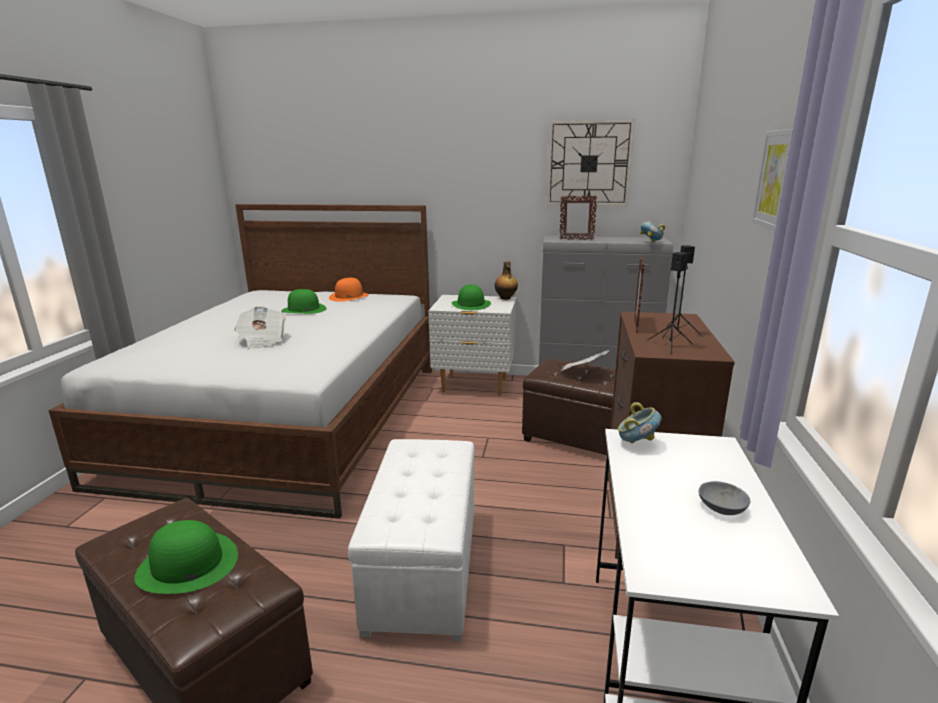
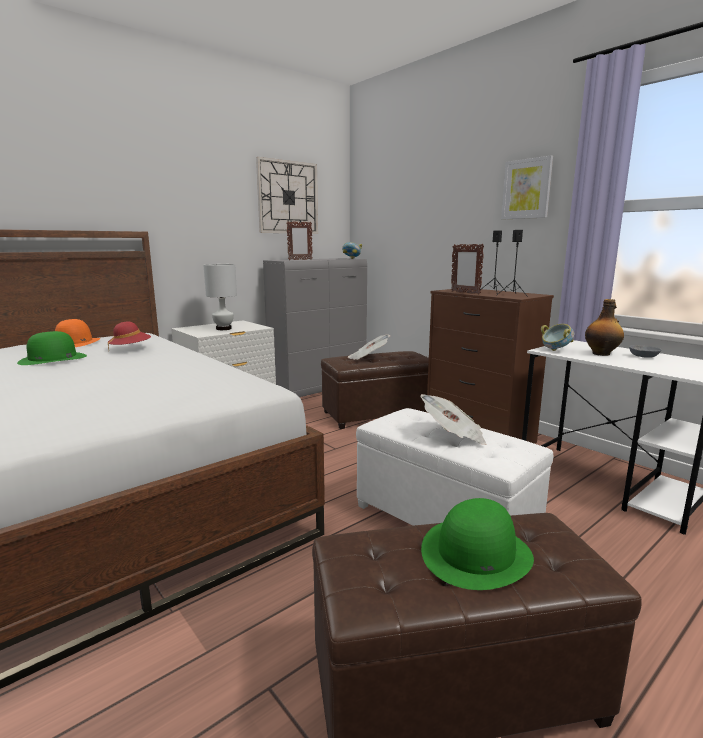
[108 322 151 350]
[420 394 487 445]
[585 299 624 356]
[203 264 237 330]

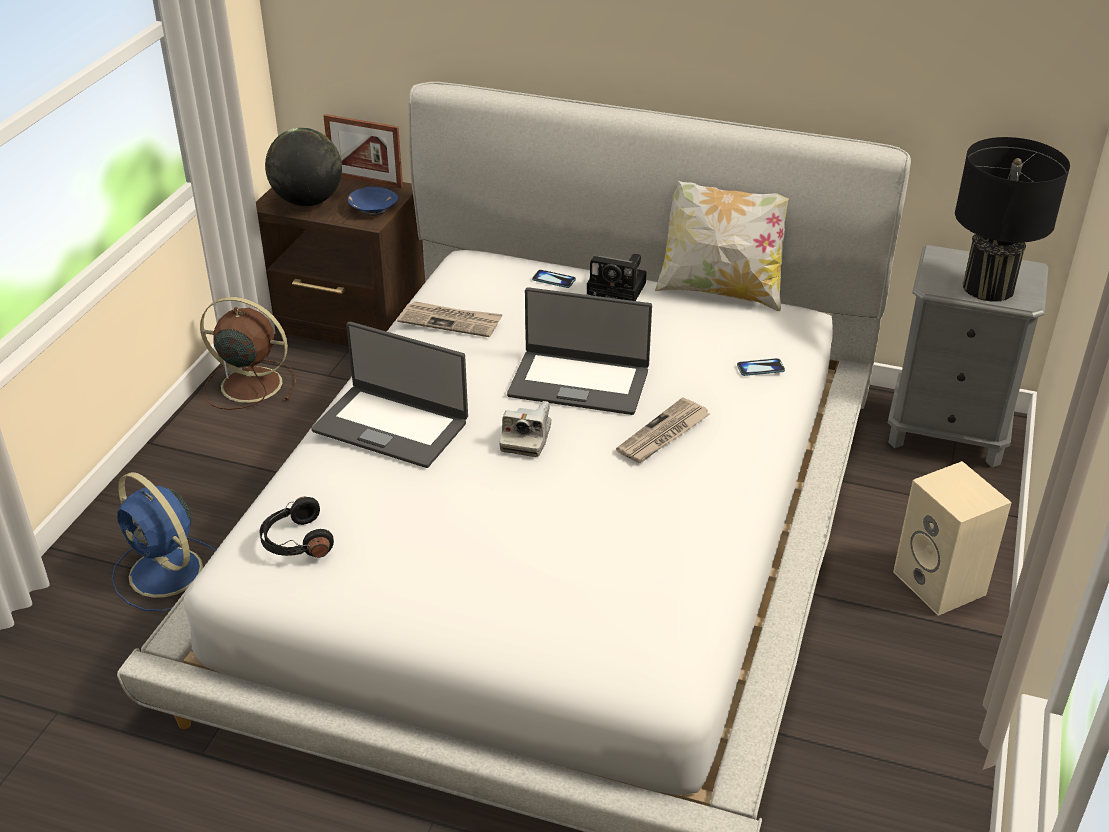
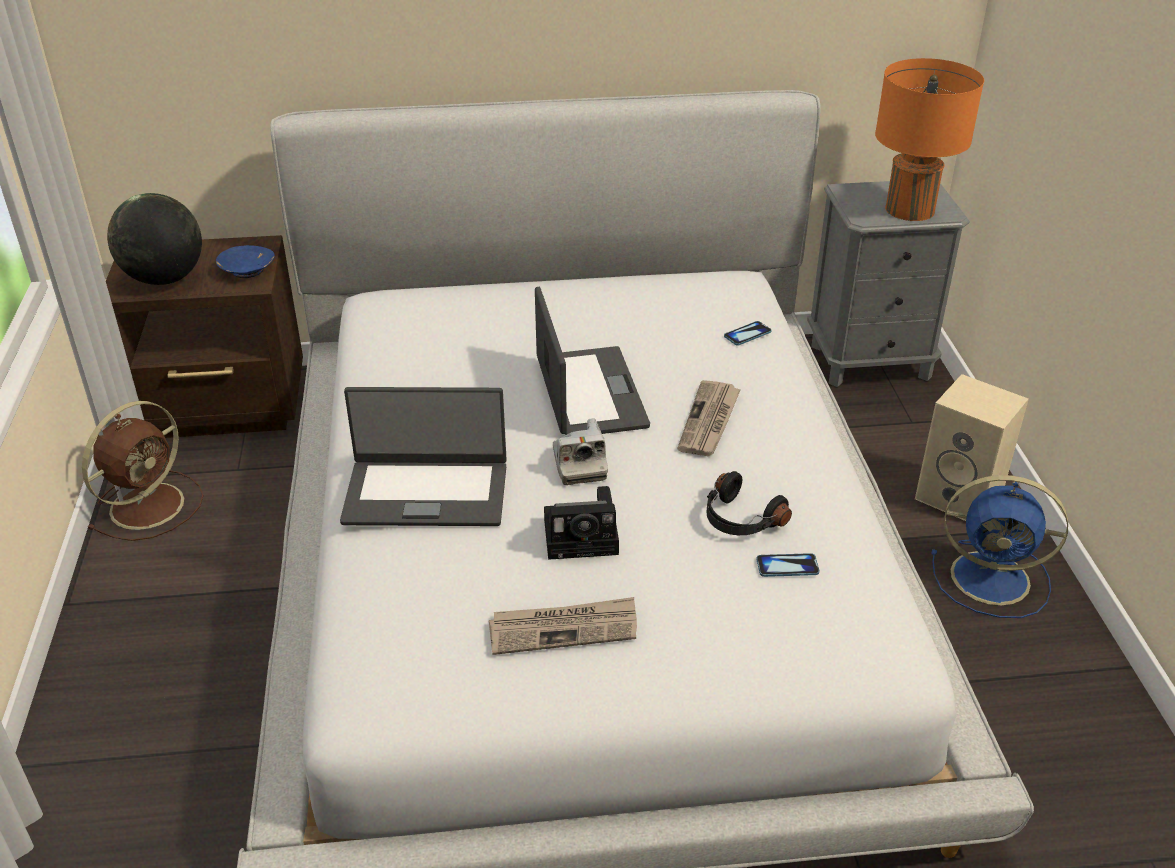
[323 114 403 189] (first image)
[655 181 789 311] (first image)
[932 475 1068 618]
[706 471 792 535]
[489 597 637 655]
[756 553 819 577]
[544 486 619 560]
[875 58 984 221]
[82 401 204 541]
[535 286 650 435]

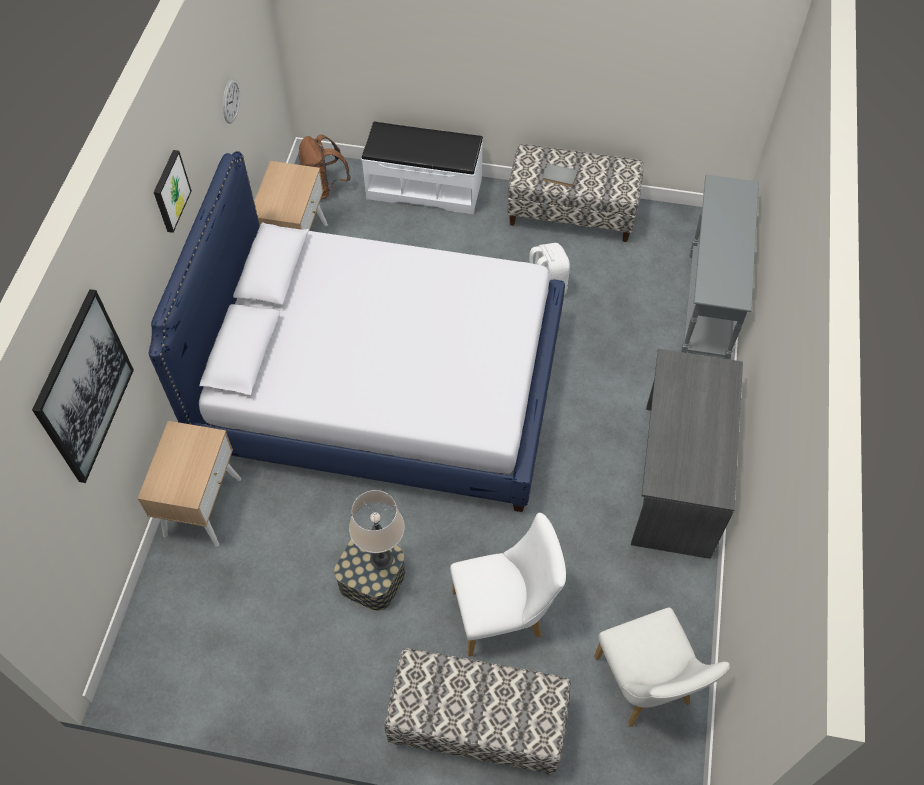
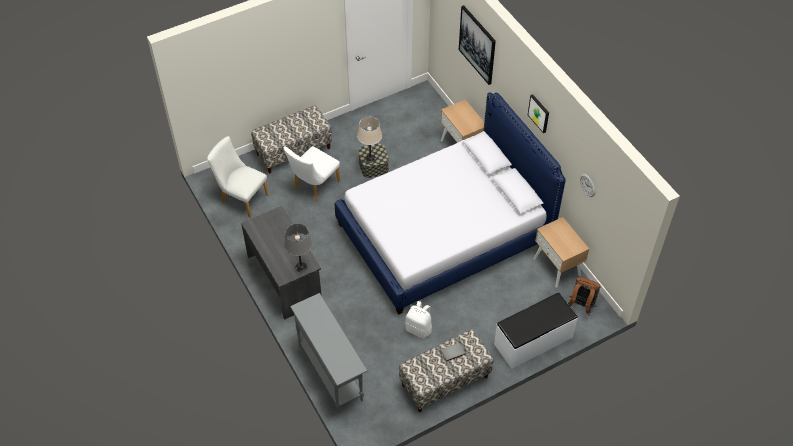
[284 224 312 272]

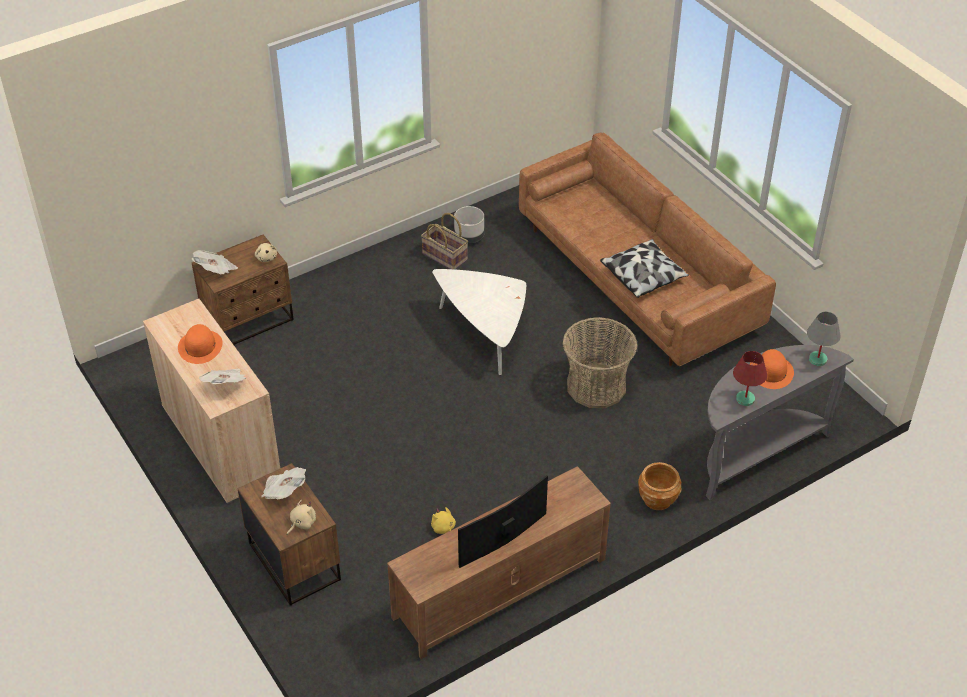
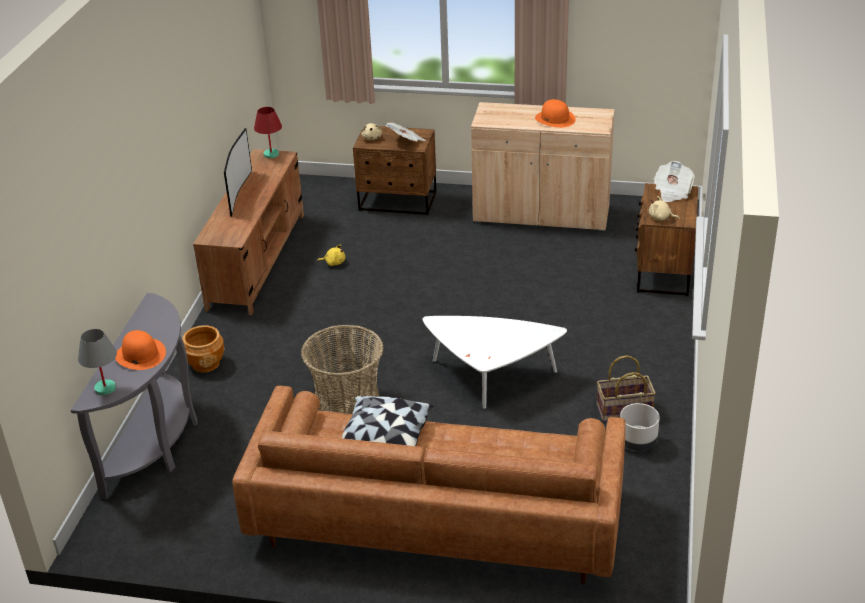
[199 368 246 384] (first image)
[254 107 282 158]

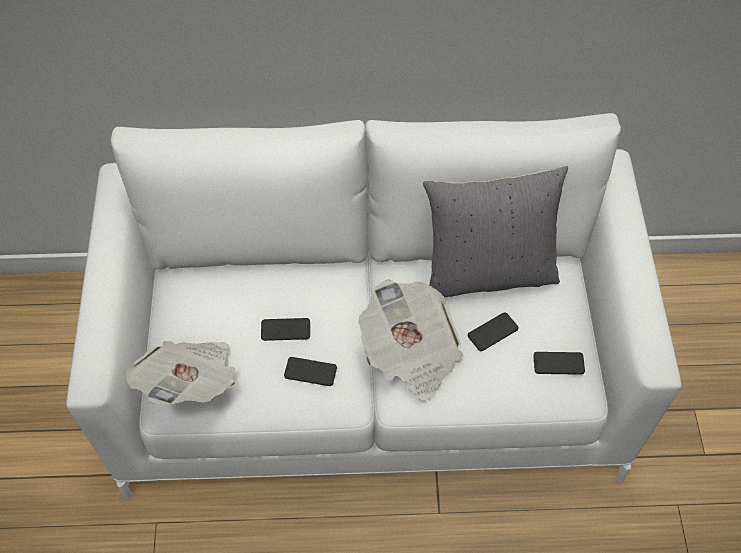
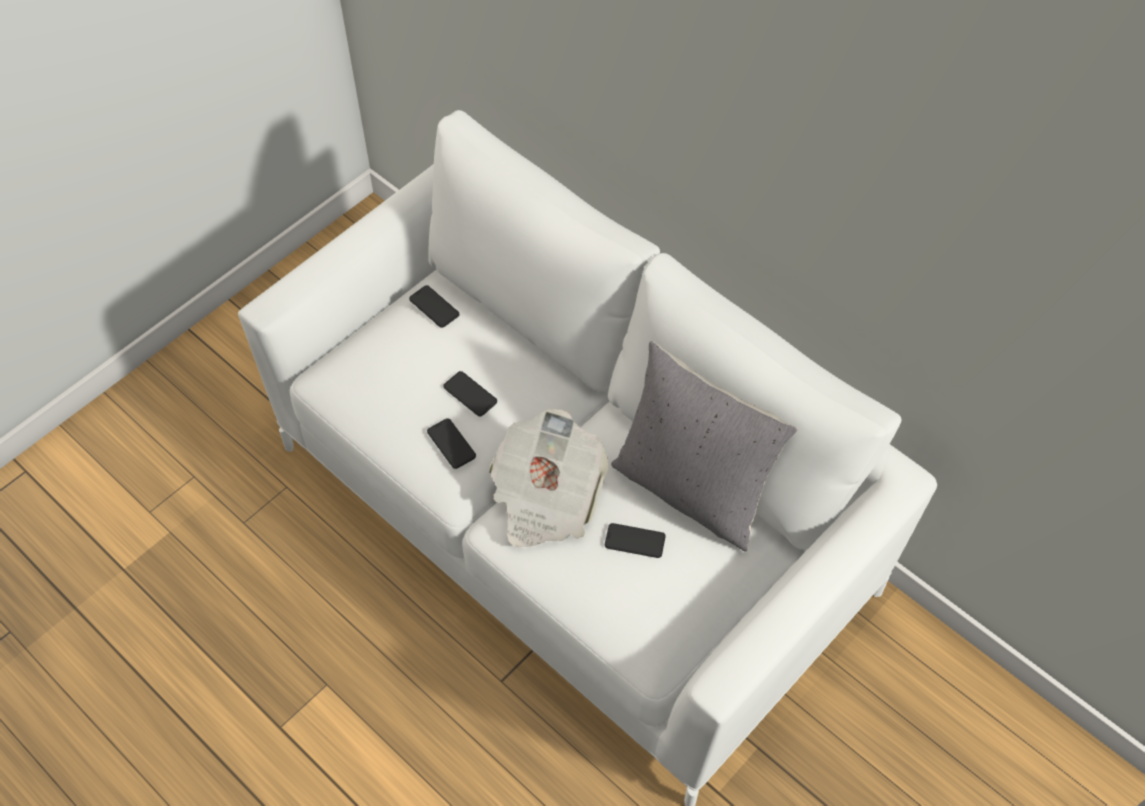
[126 341 235 405] (first image)
[409 285 459 328]

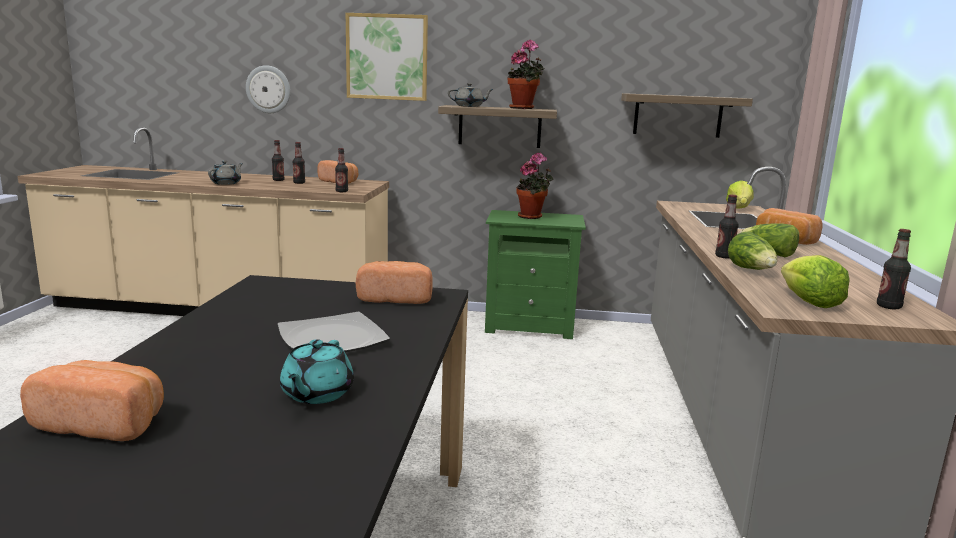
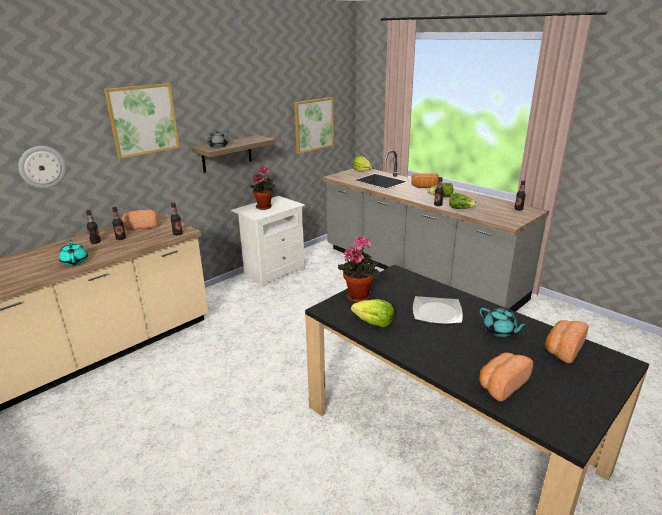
[545 320 589 363]
[338 236 380 302]
[351 299 394 327]
[294 97 334 154]
[59 240 88 266]
[231 196 305 287]

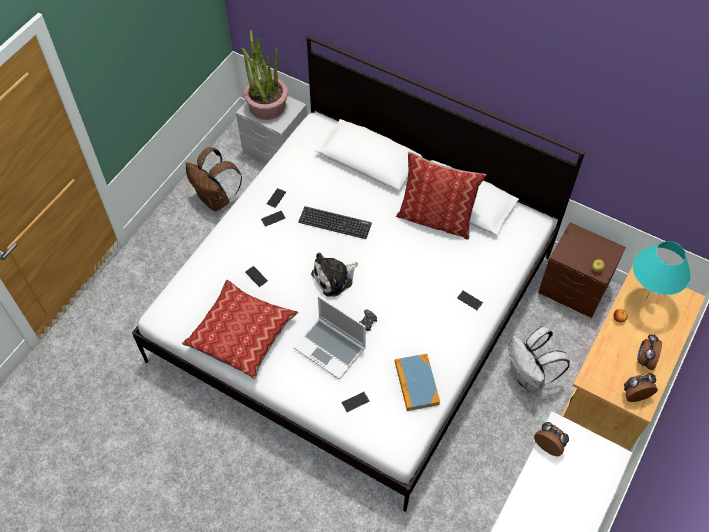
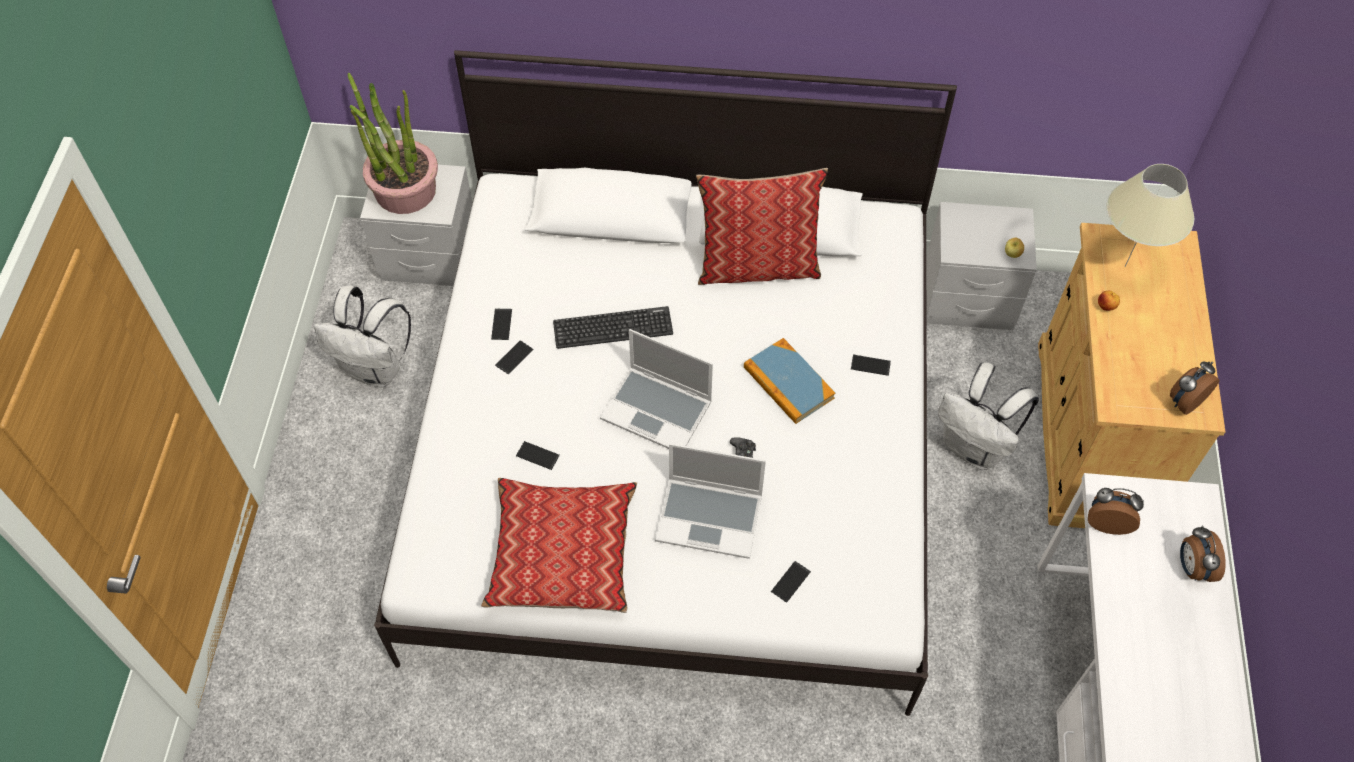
[744 338 835 424]
[1180 526 1226 582]
[600 329 713 449]
[314 286 411 388]
[926 202 1037 330]
[1106 164 1194 267]

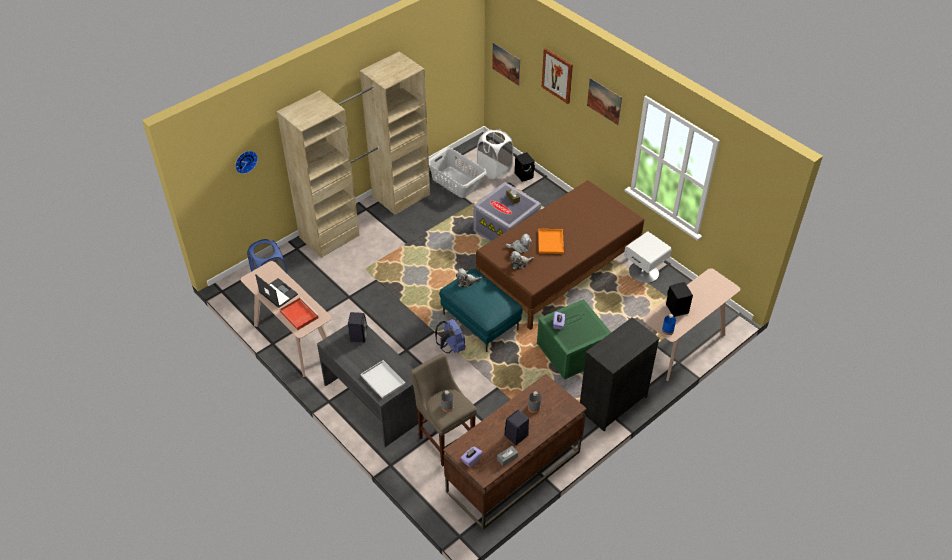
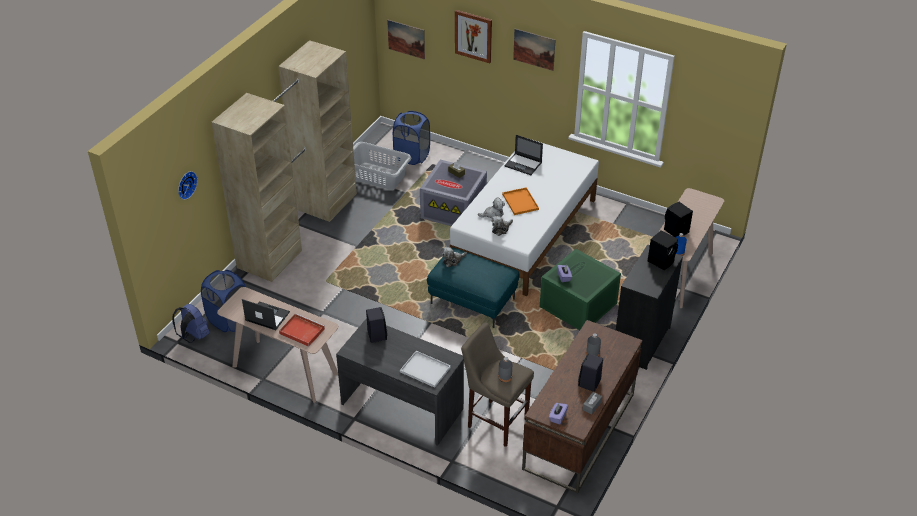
[624 231 672 283] (first image)
[504 135 543 175]
[172 304 209 343]
[648 230 678 270]
[450 139 599 296]
[393 111 430 165]

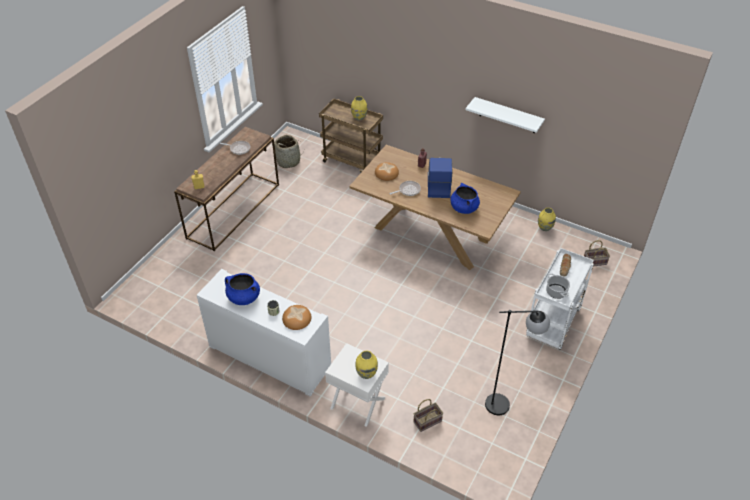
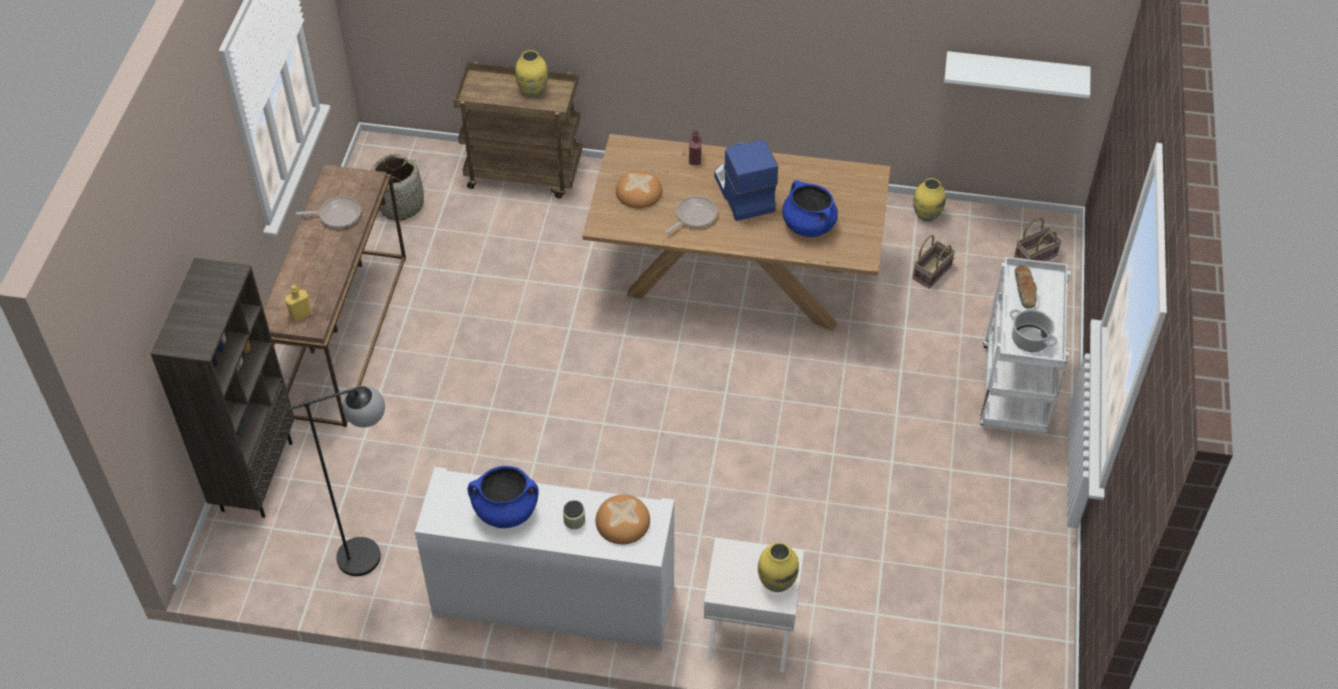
[151 258 295 518]
[912 235 955 289]
[944 51 1091 98]
[288 386 385 576]

